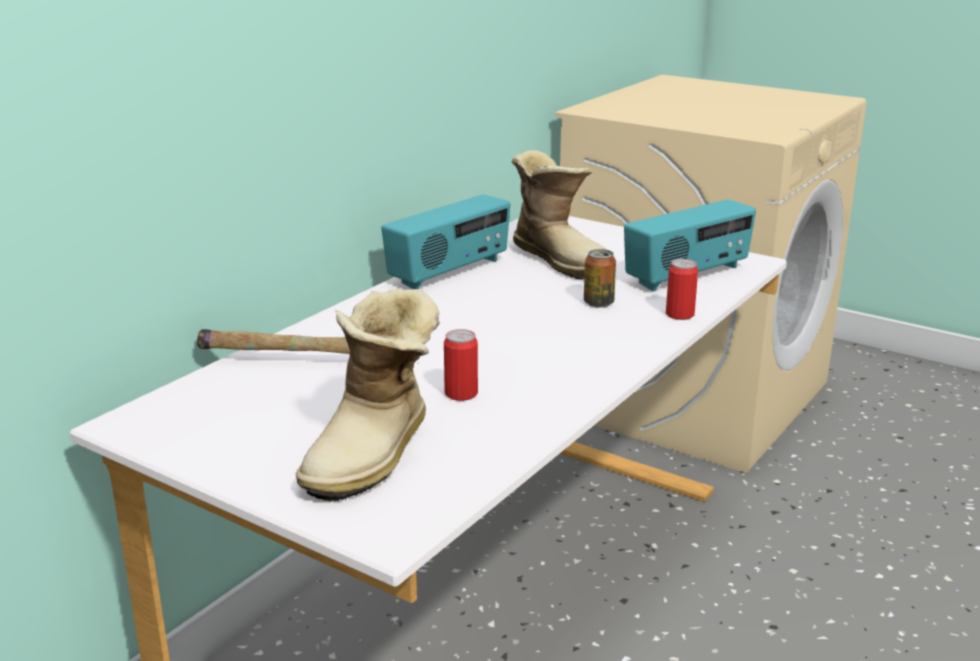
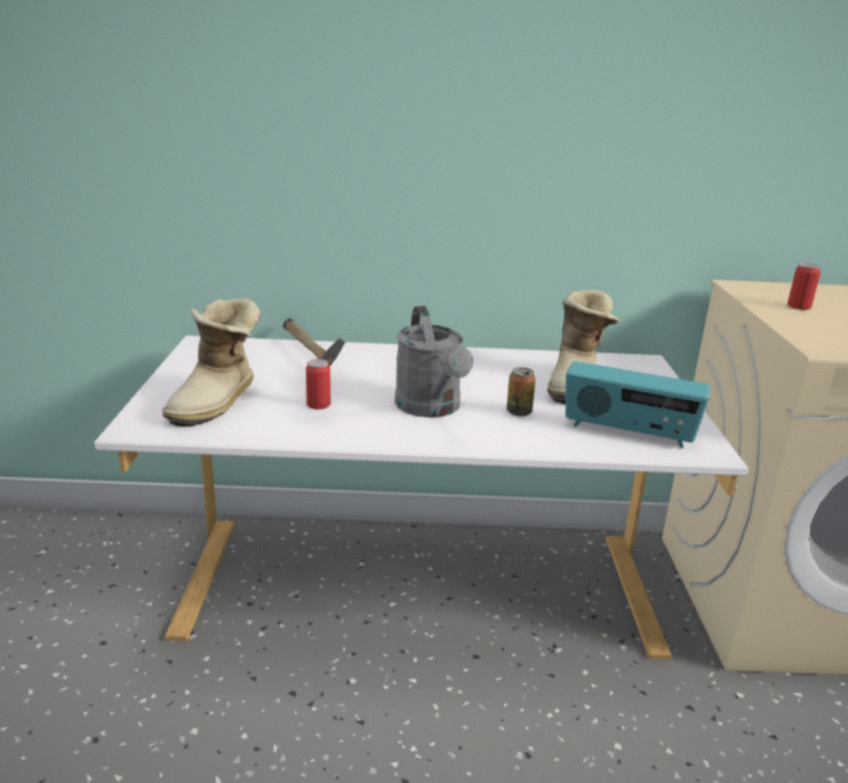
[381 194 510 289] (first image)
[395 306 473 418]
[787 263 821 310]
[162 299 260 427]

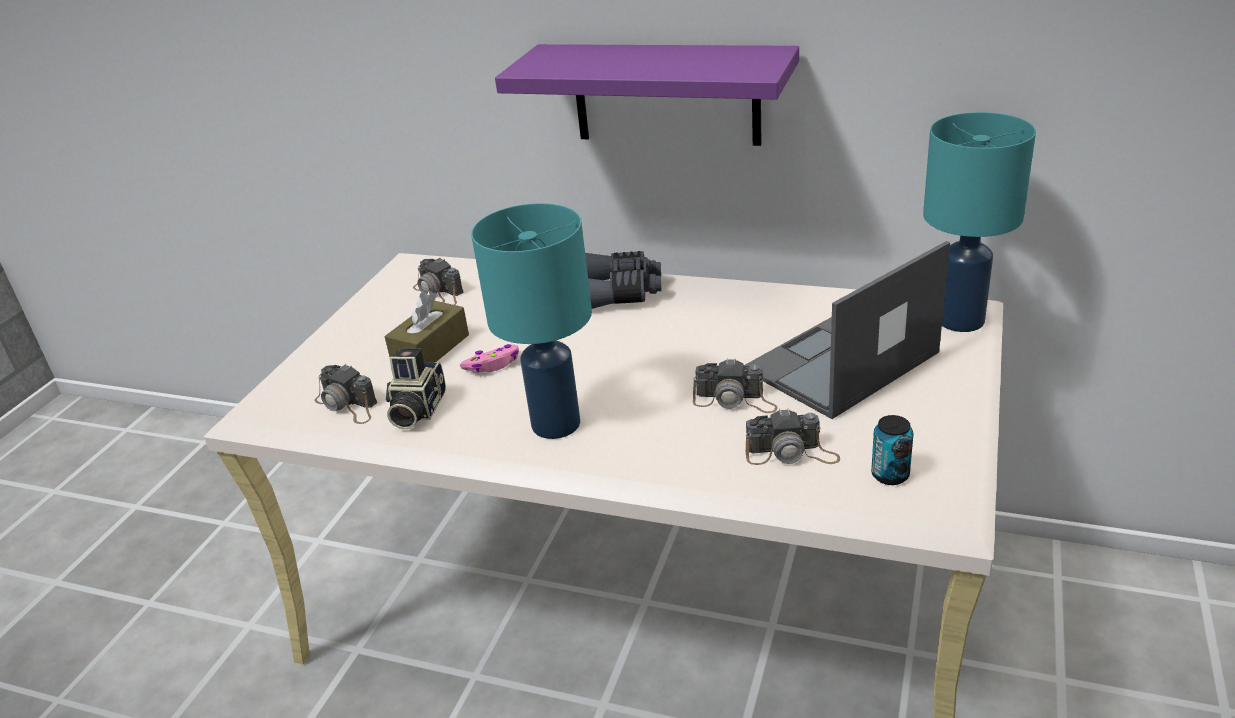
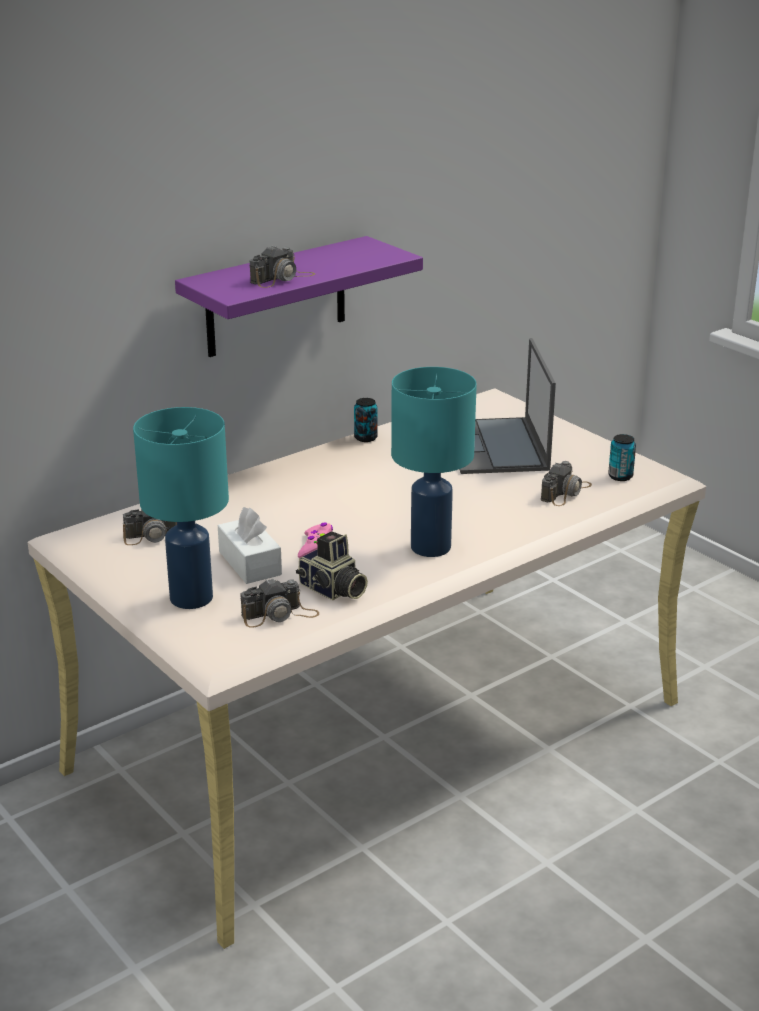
[585 251 662 309] (first image)
[354 398 378 442]
[250 245 315 288]
[133 407 229 609]
[218 507 282 584]

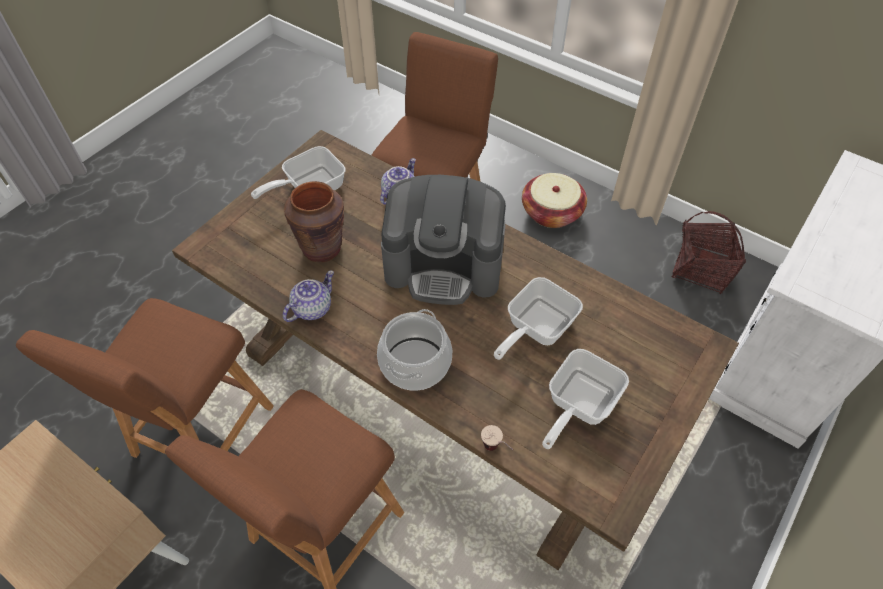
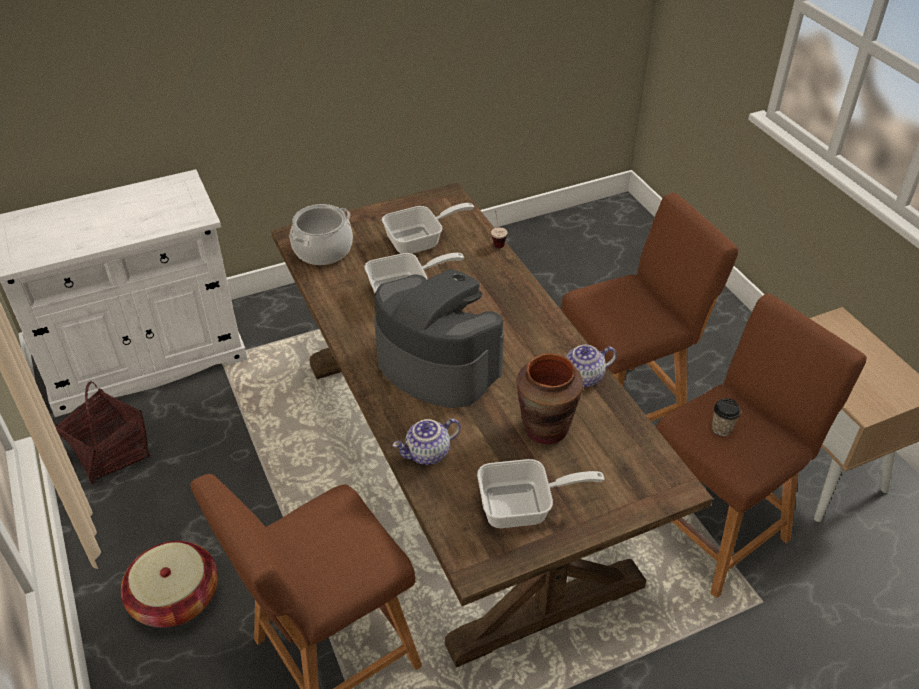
[712 398 741 436]
[289 204 353 265]

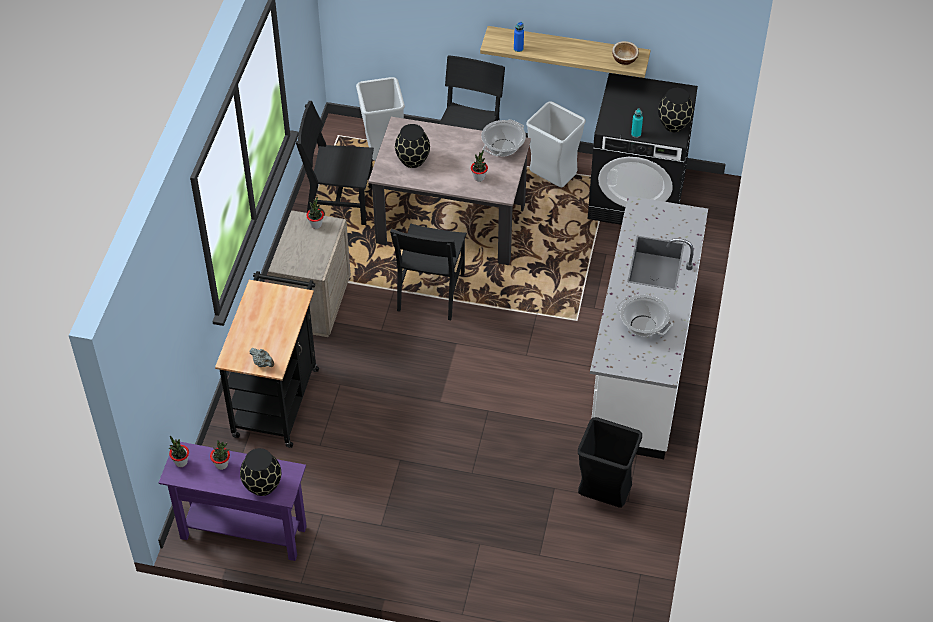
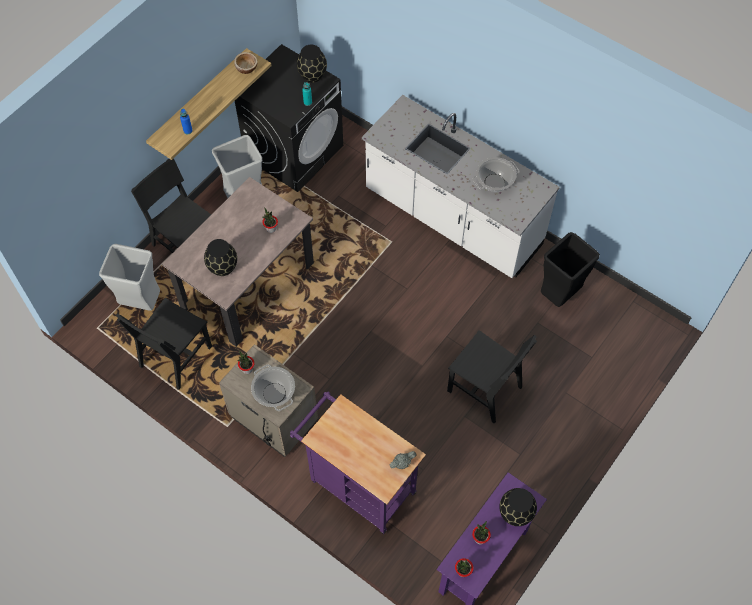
[447 330 537 423]
[251 365 295 411]
[290 392 426 534]

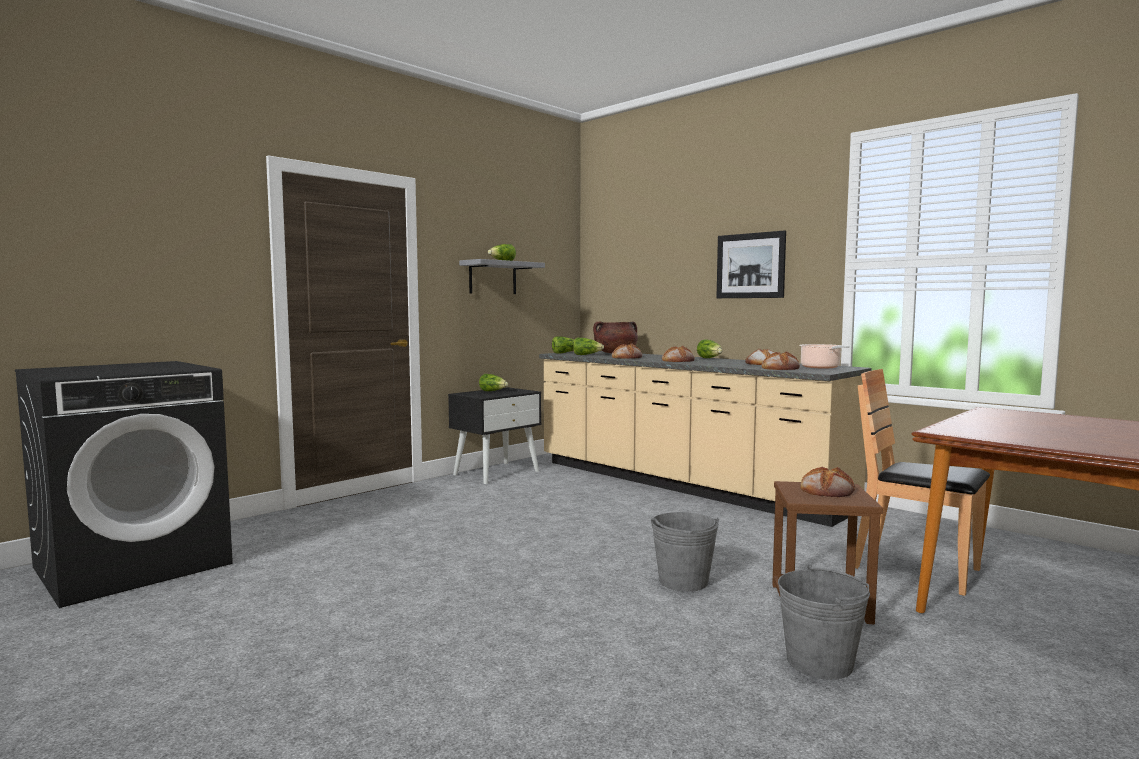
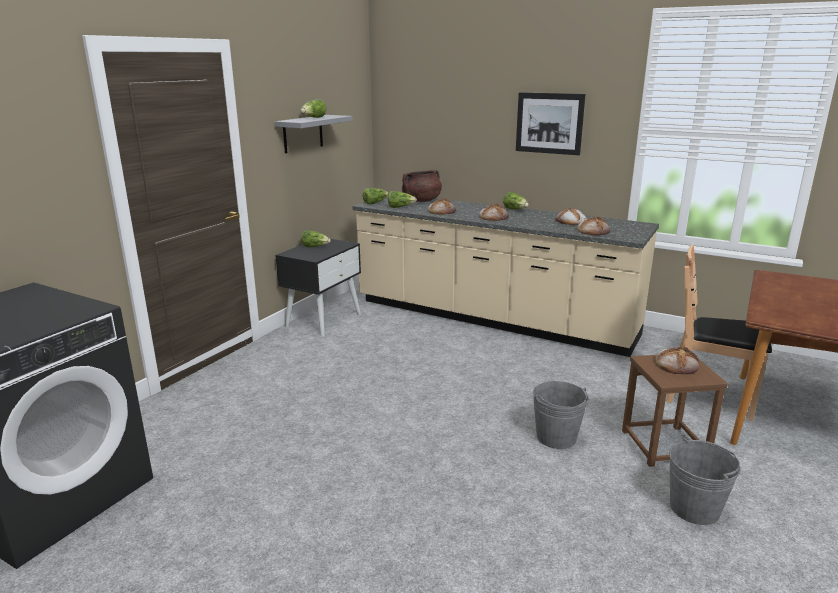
[799 344 850 368] (first image)

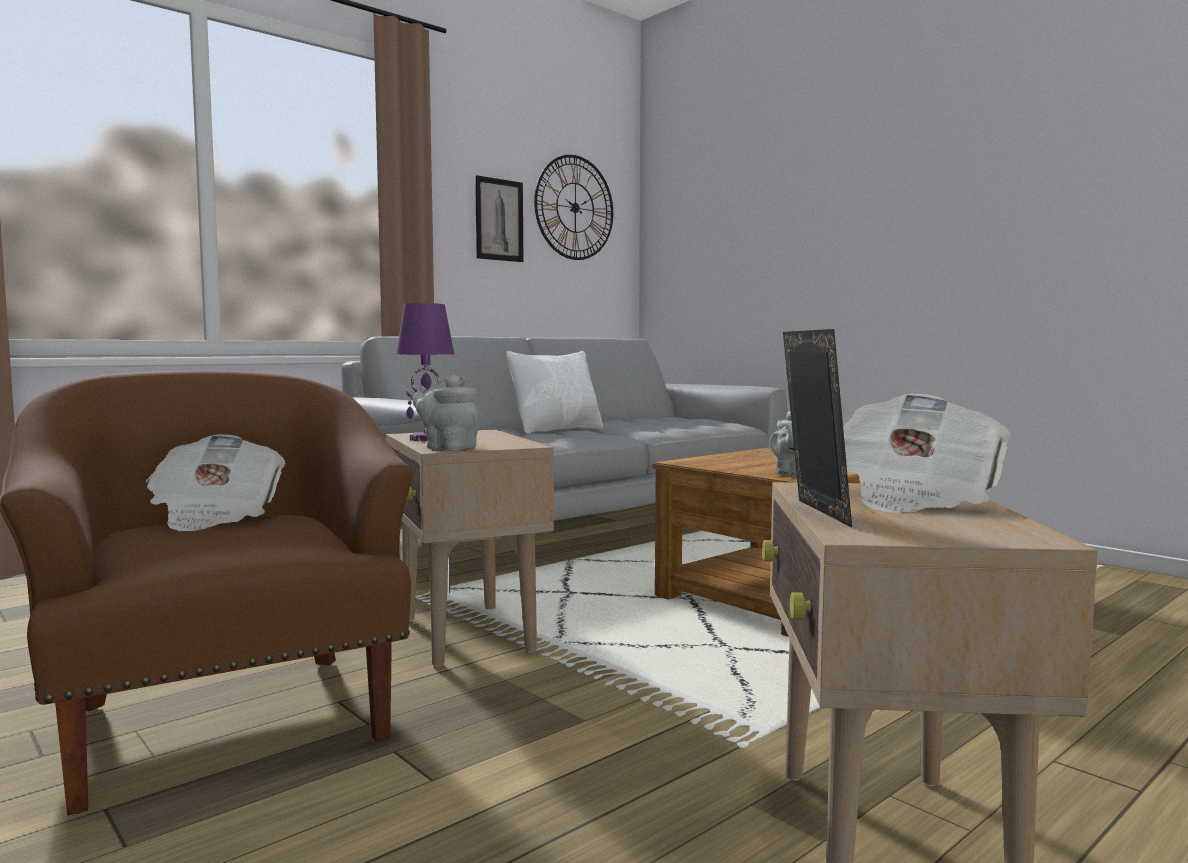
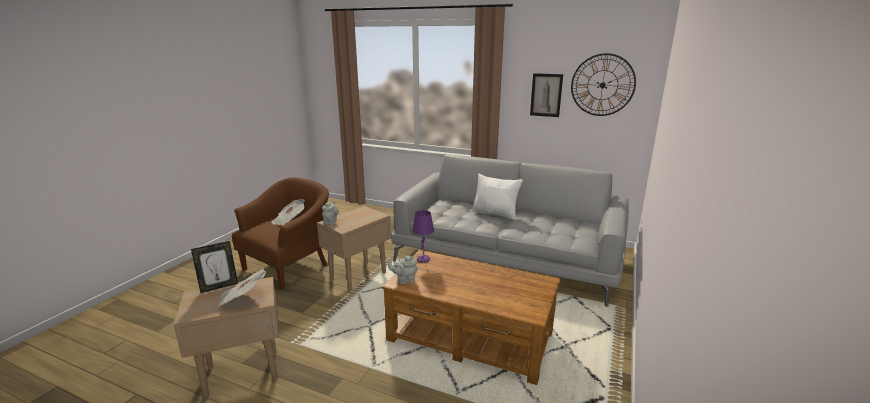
[412 210 434 263]

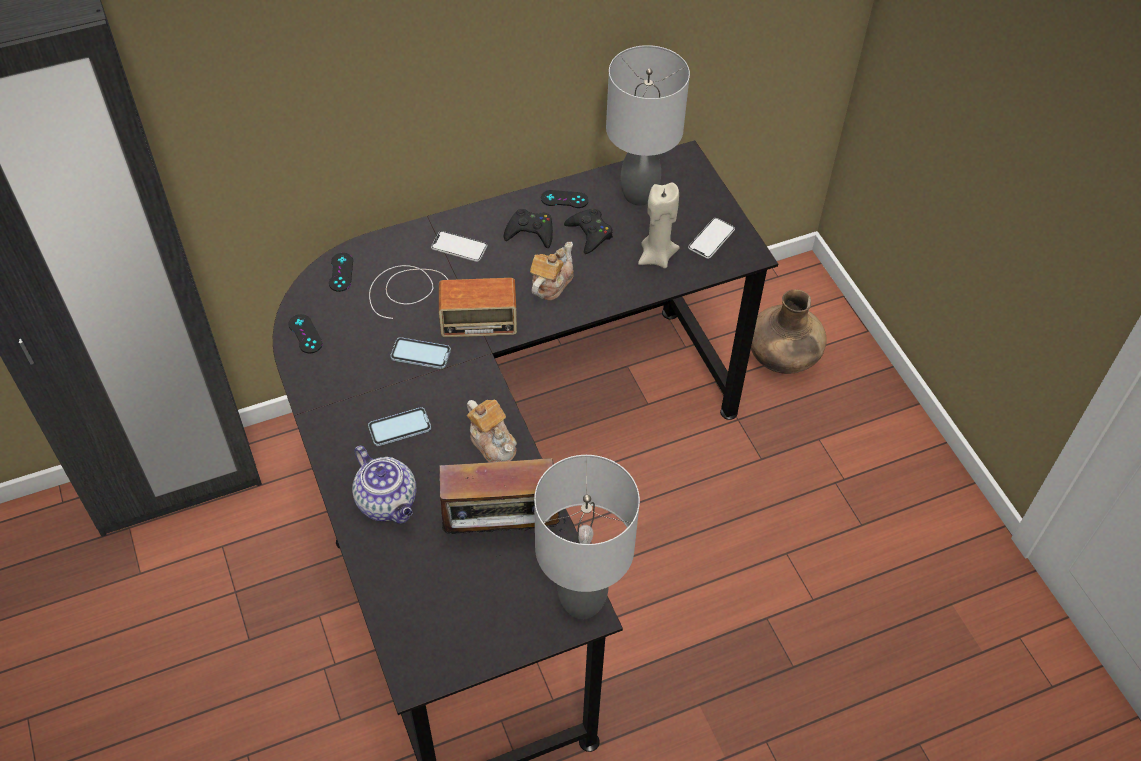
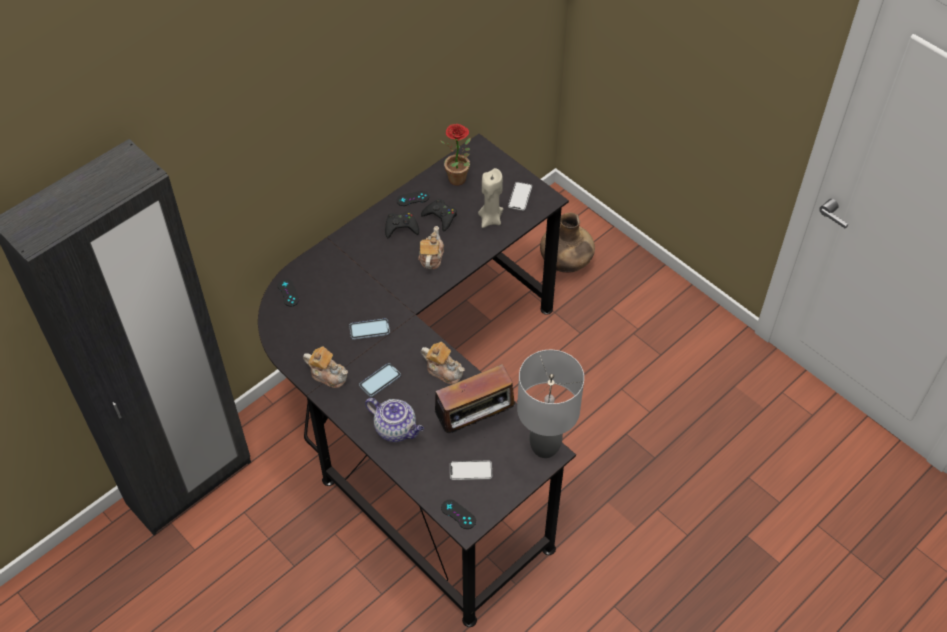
[369 265 517 337] (first image)
[303 347 348 388]
[441 499 476 529]
[450 460 492 480]
[440 124 471 186]

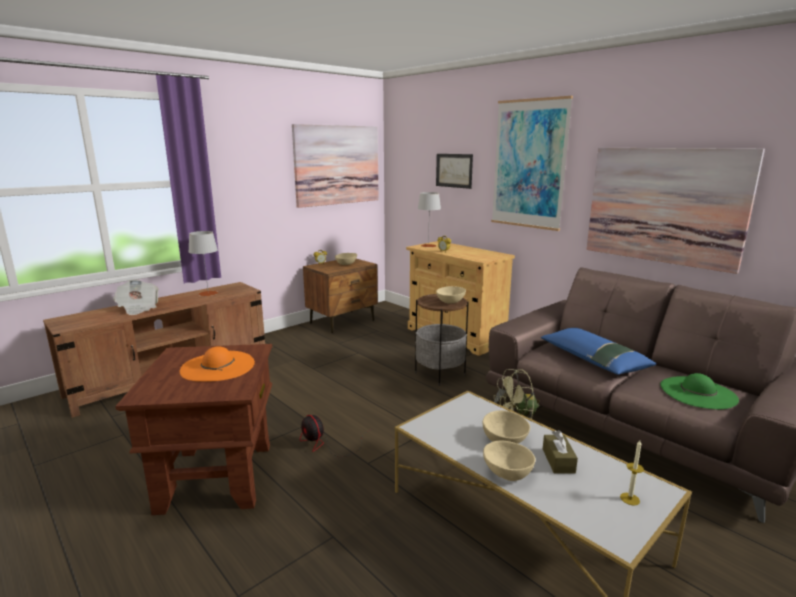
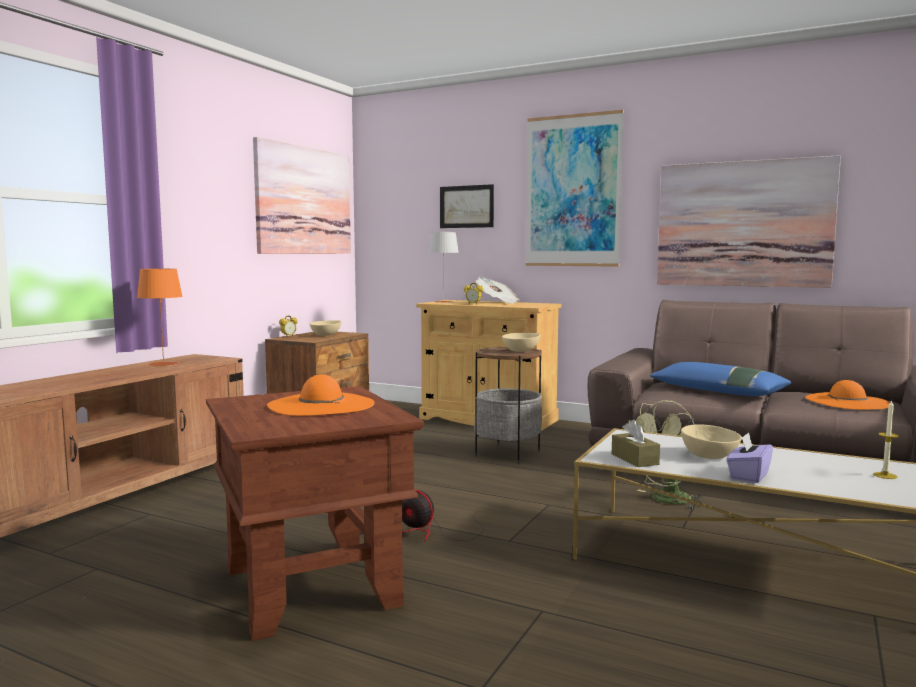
[476 277 520 304]
[612 420 660 467]
[726 432 773 483]
[137 269 183 367]
[805 380 890 410]

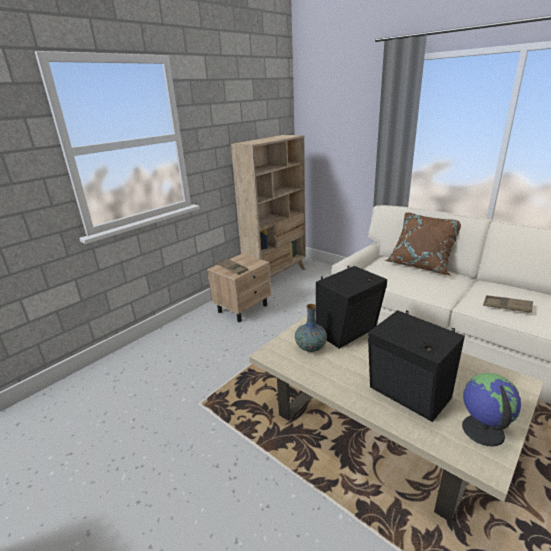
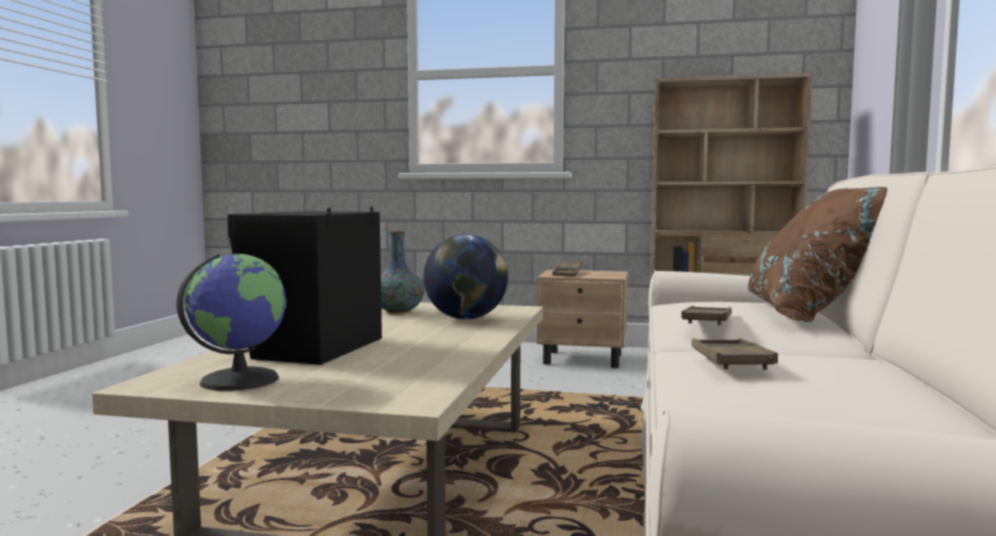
[681 306 732 325]
[423 234 508 320]

